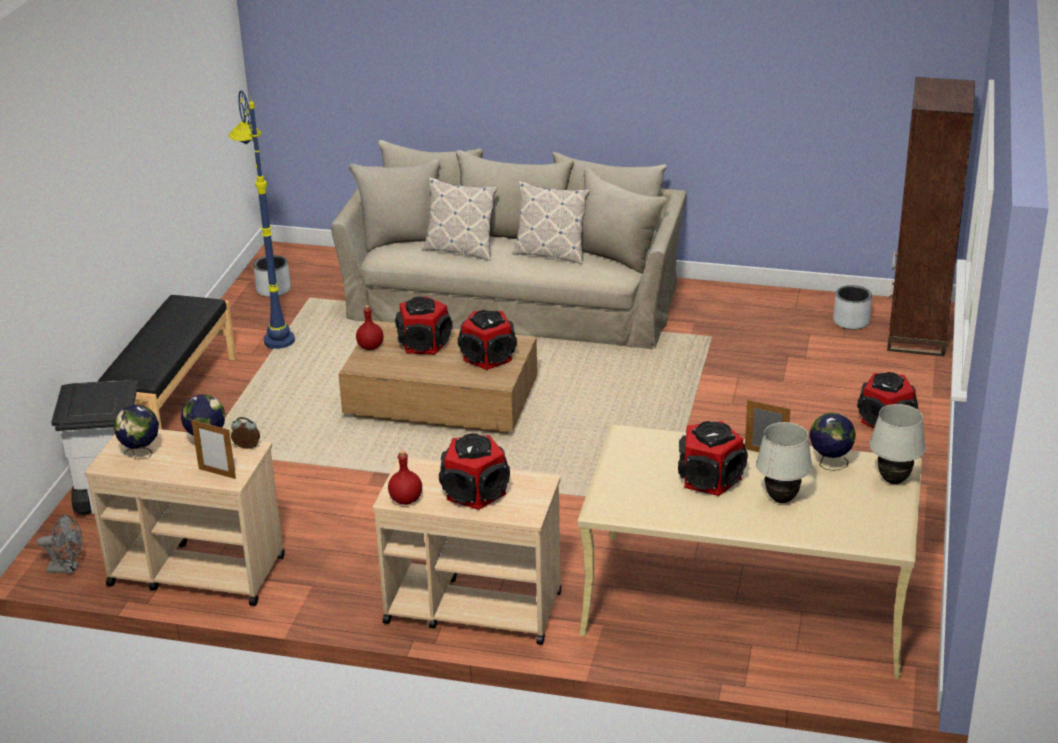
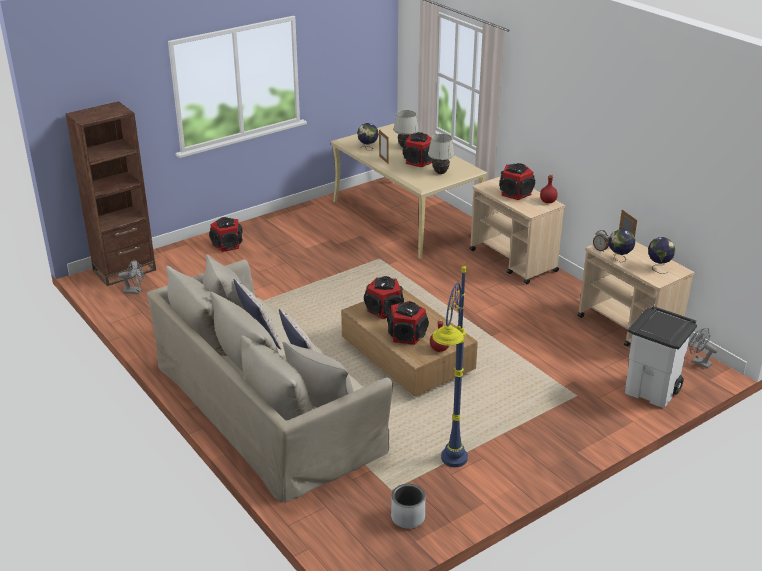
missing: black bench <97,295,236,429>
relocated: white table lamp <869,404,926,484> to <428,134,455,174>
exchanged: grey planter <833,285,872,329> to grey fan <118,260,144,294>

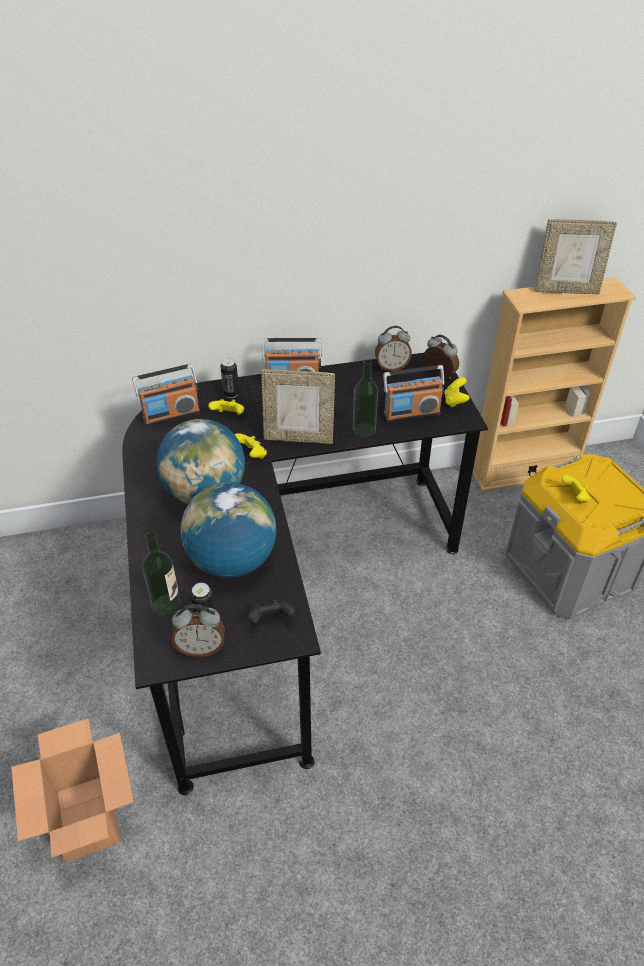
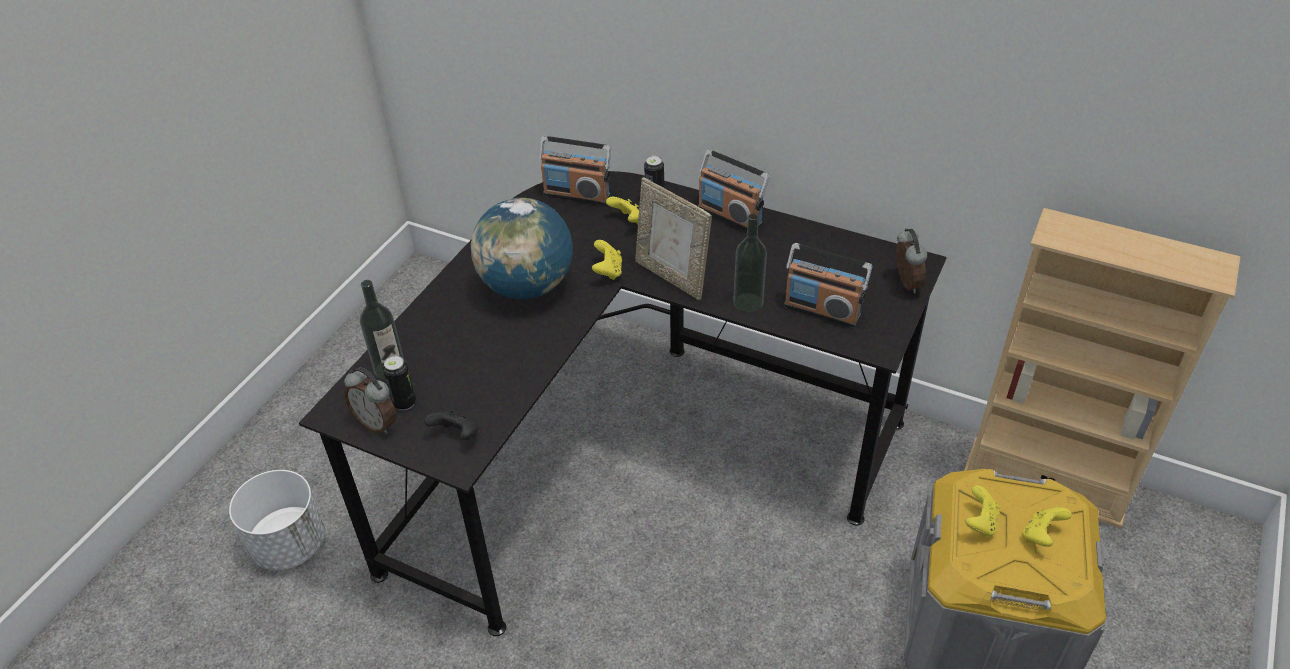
missing: picture frame <535,219,617,295>; alarm clock <375,326,412,371>; globe <180,482,277,578>
relocated: yellow game controller <444,377,470,408> to <1022,507,1072,547>
exchanged: cardboard box <11,718,134,862> to white planter <229,470,325,570>

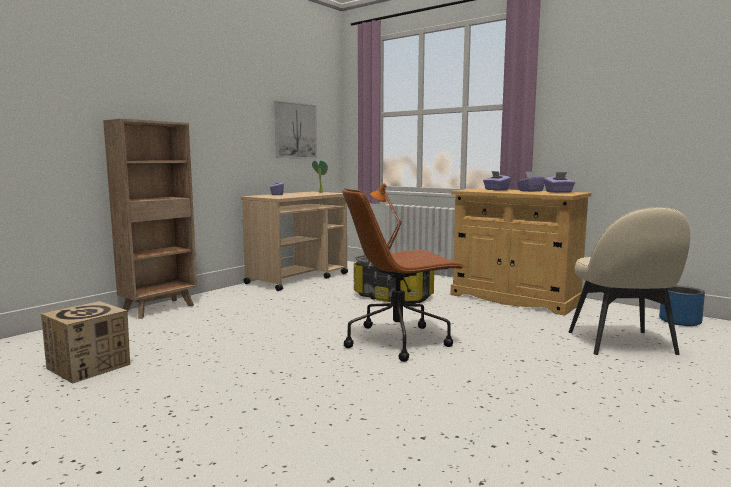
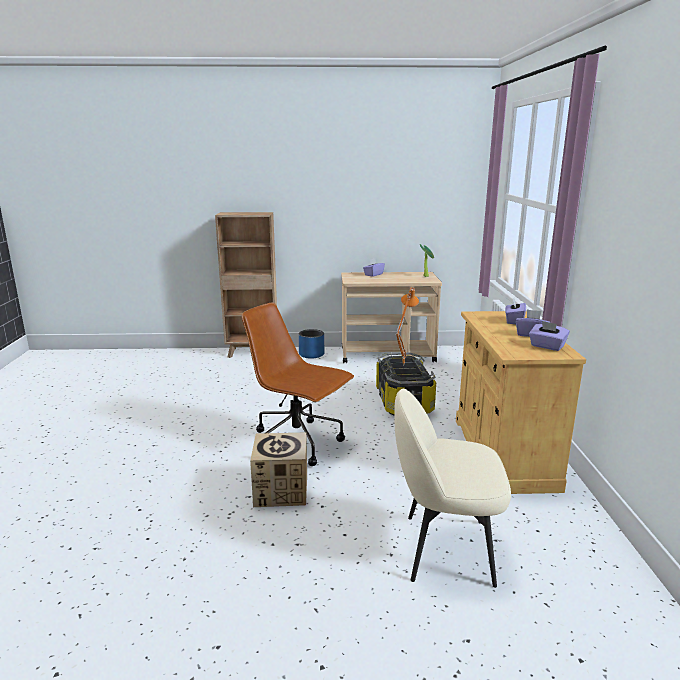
missing: picture <274,101,317,158>
relocated: blue planter <659,285,705,326> to <299,329,325,359>; cardboard box <41,301,130,383> to <250,432,307,507>
spun: beige chair <569,207,690,355> = <394,389,511,588> 45 degrees clockwise

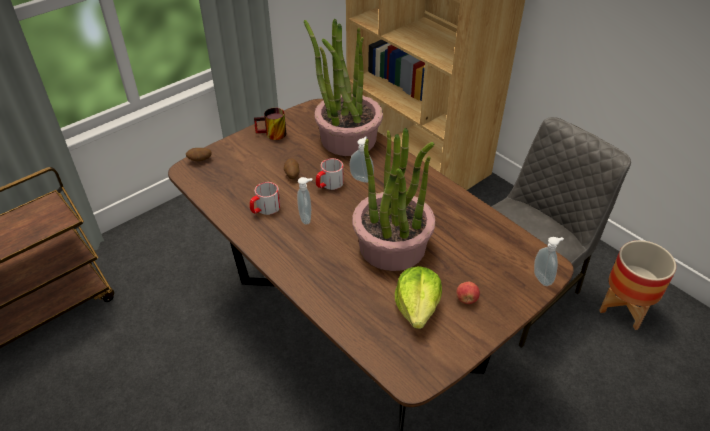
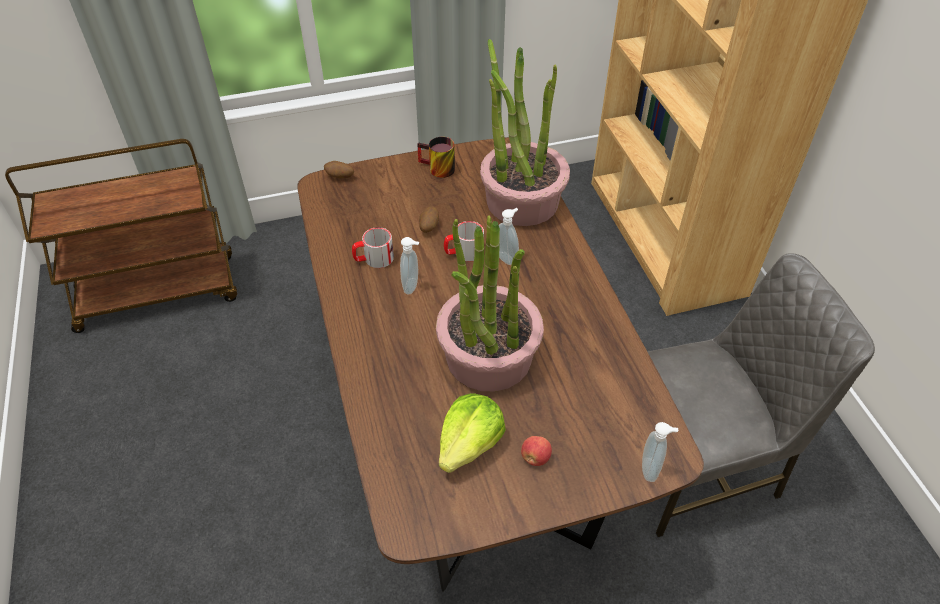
missing: planter <599,240,676,330>

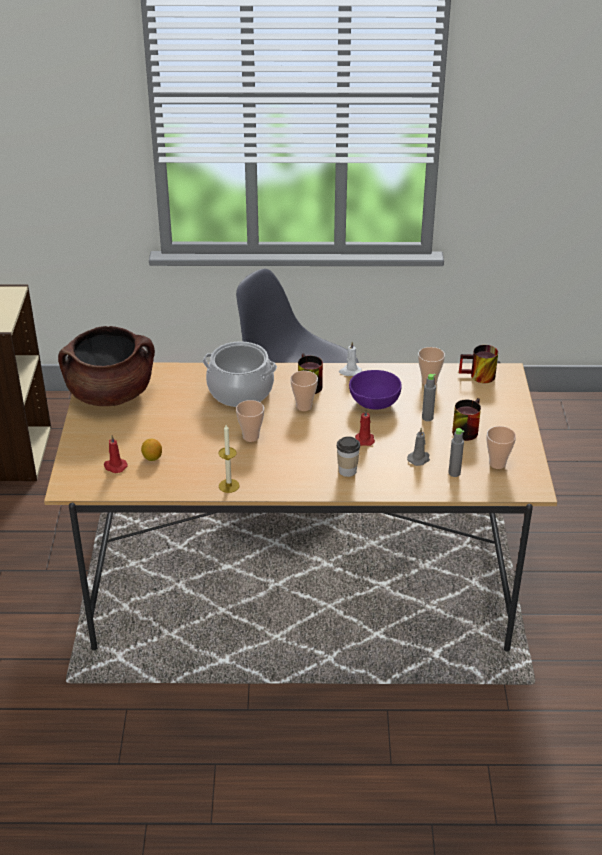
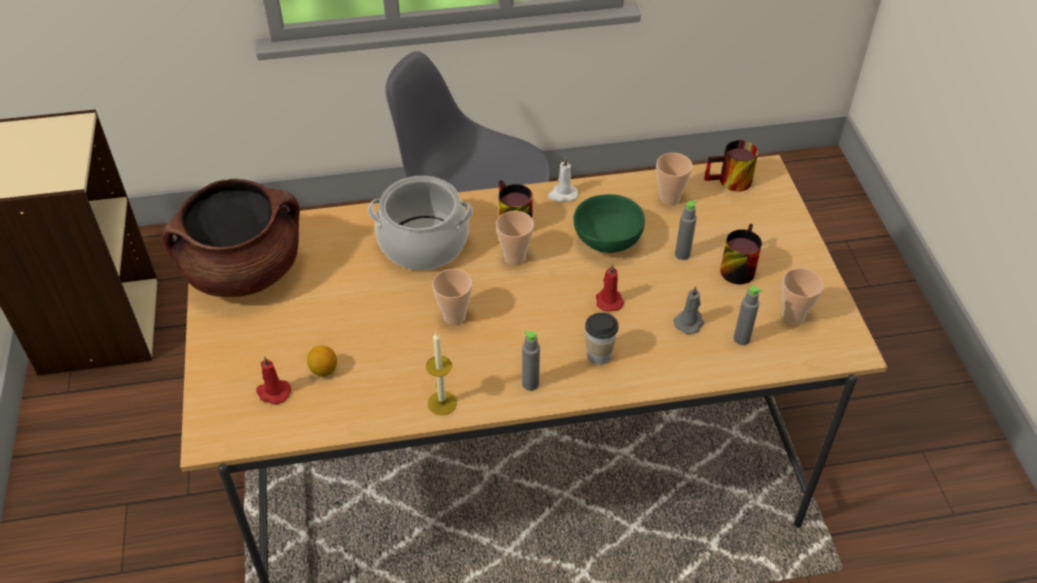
appeared: grey bottle <522,331,540,391>
colour: purple bowl <349,370,402,410> to green bowl <573,194,645,253>

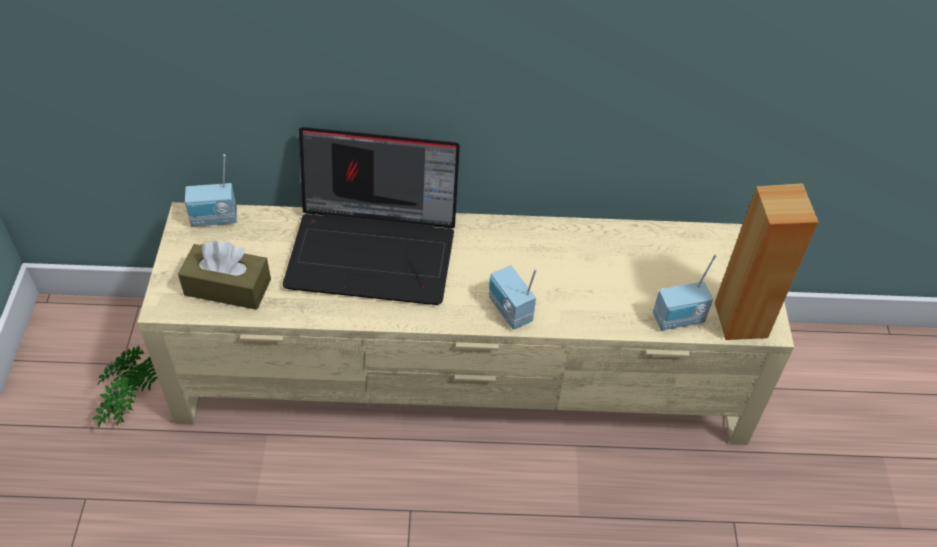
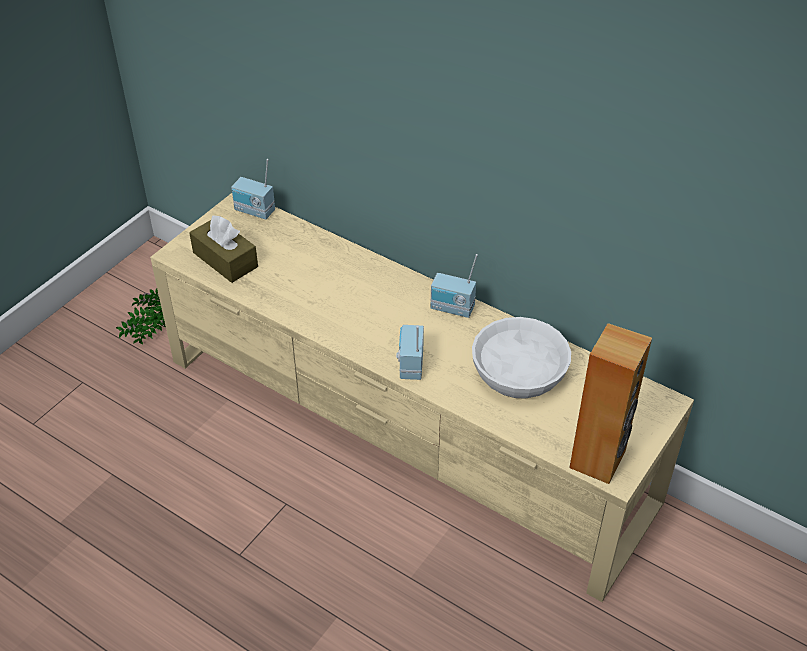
missing: laptop <283,127,460,305>
appeared: white bowl <472,317,571,399>
relocated: radio <653,254,717,330> to <430,254,478,318>

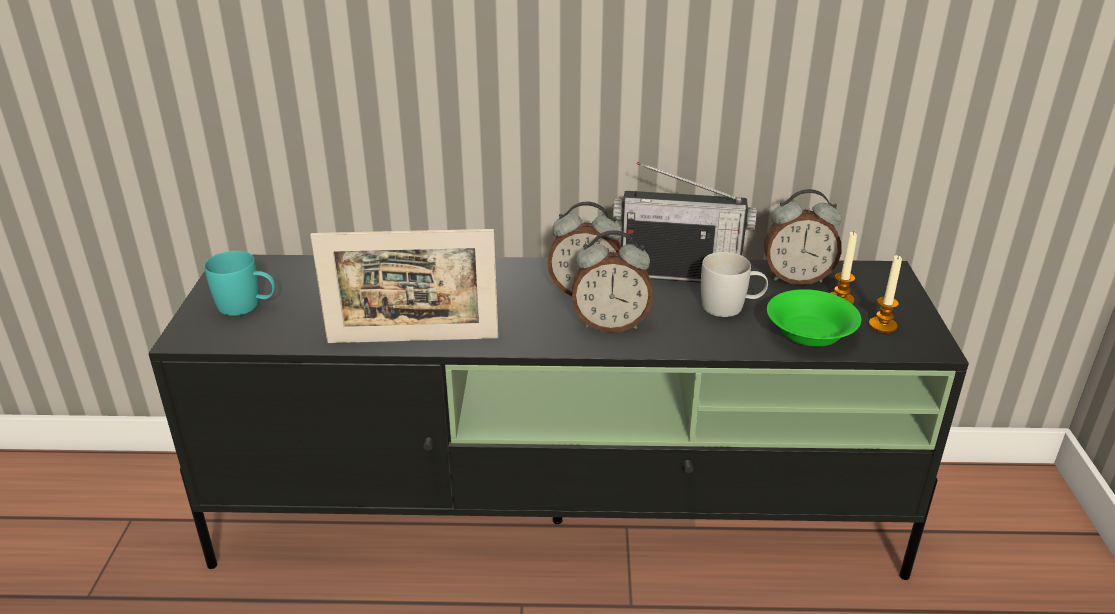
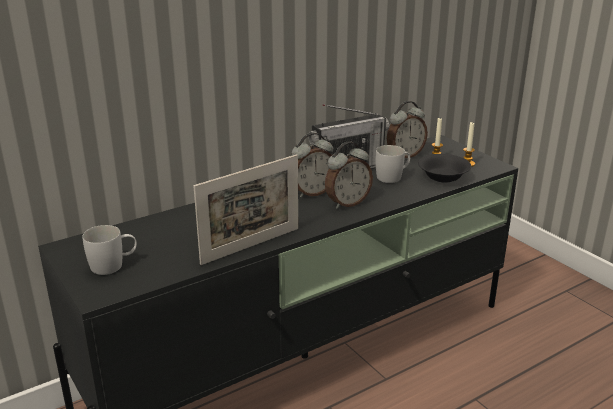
colour: turquoise mug <204,251,276,316> to white mug <82,225,137,275>; green bowl <767,289,861,347> to black bowl <418,154,471,183>

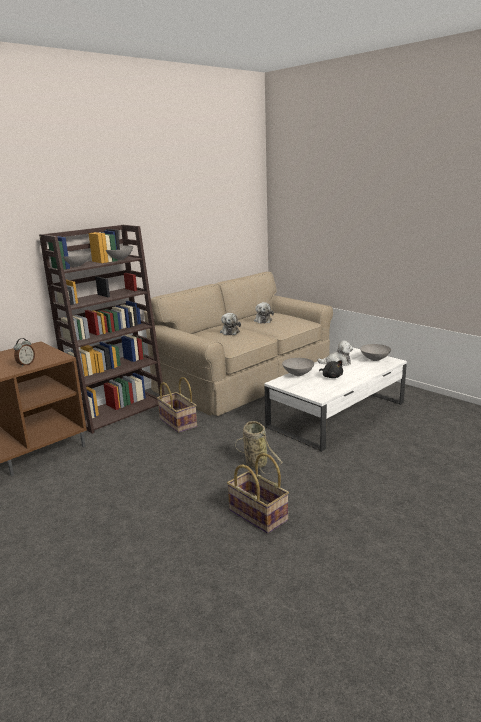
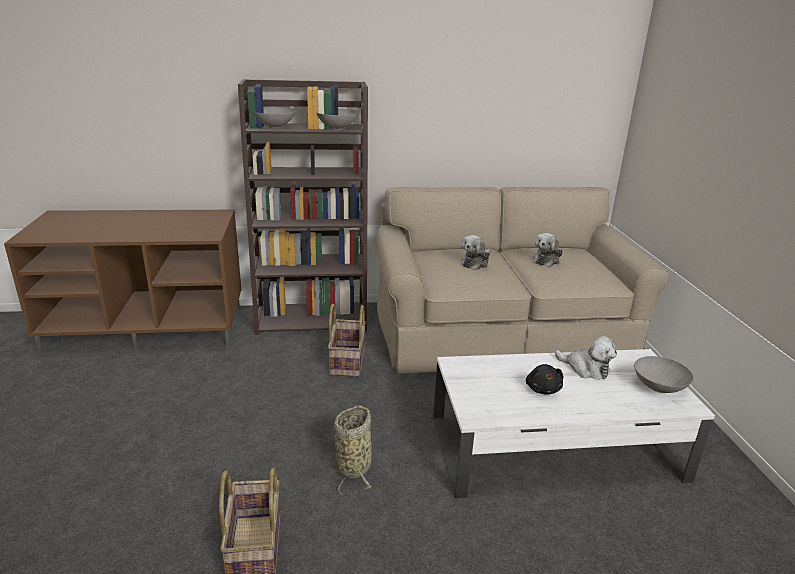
missing: alarm clock <14,338,35,367>; grey bowl <282,358,314,376>

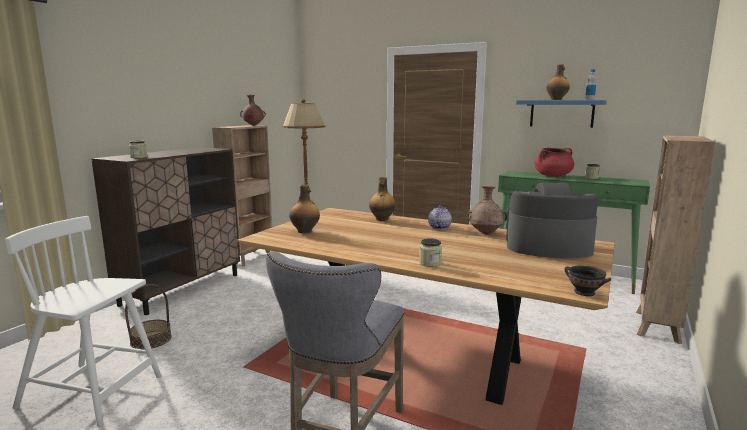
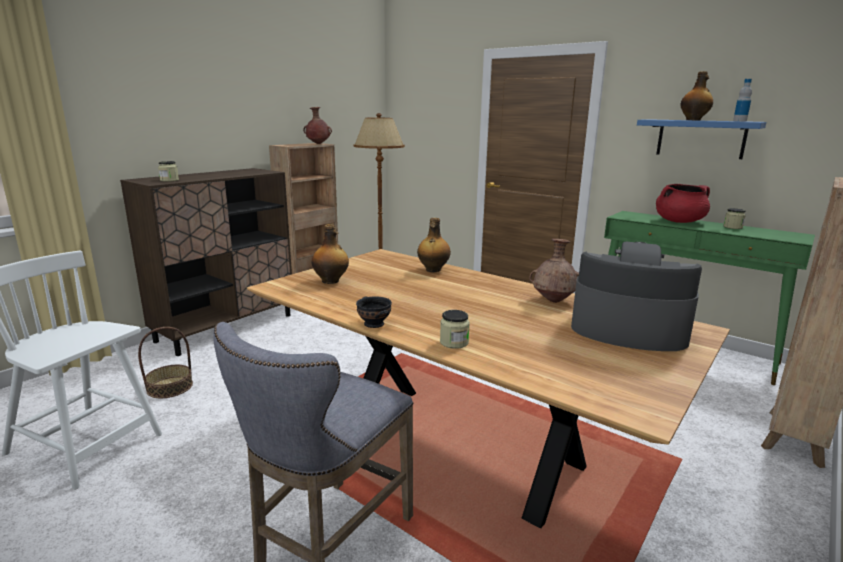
missing: teapot <428,205,452,230>
relocated: black bowl <564,266,611,296> to <356,297,392,328>

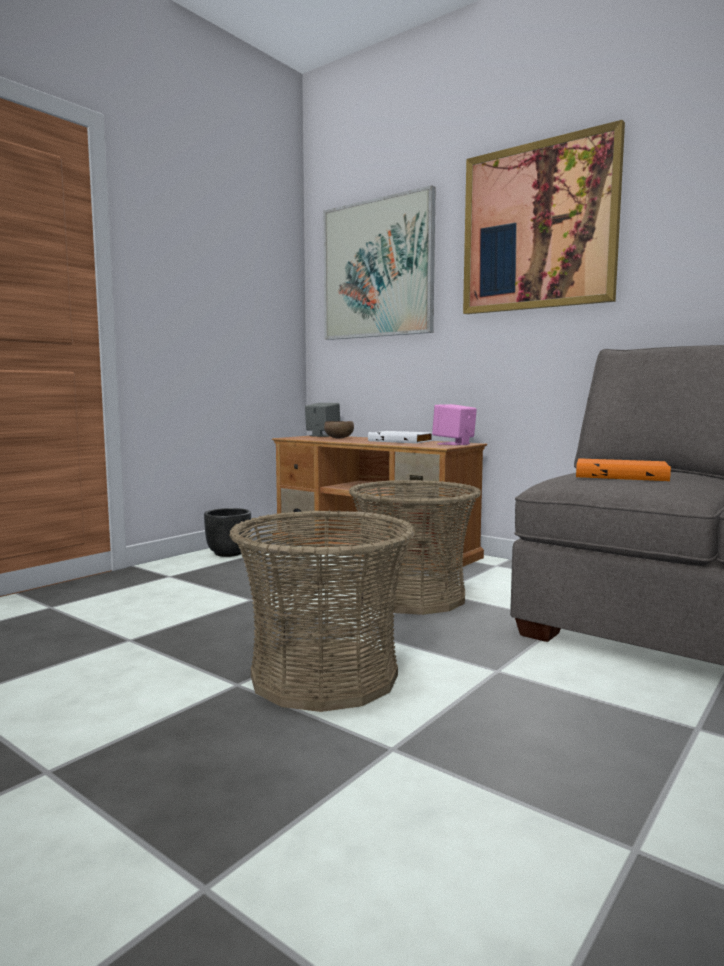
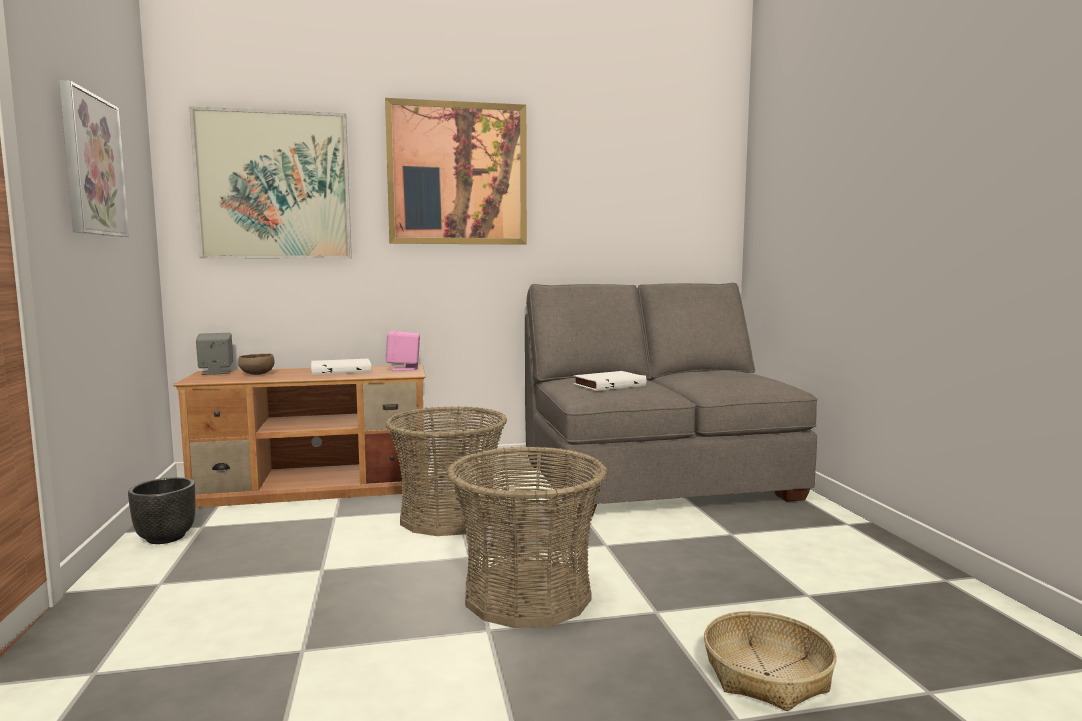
appeared: picture <59,80,129,237>; basket <704,611,837,711>
colour: orange book <576,458,671,481> to white book <573,371,646,391>

